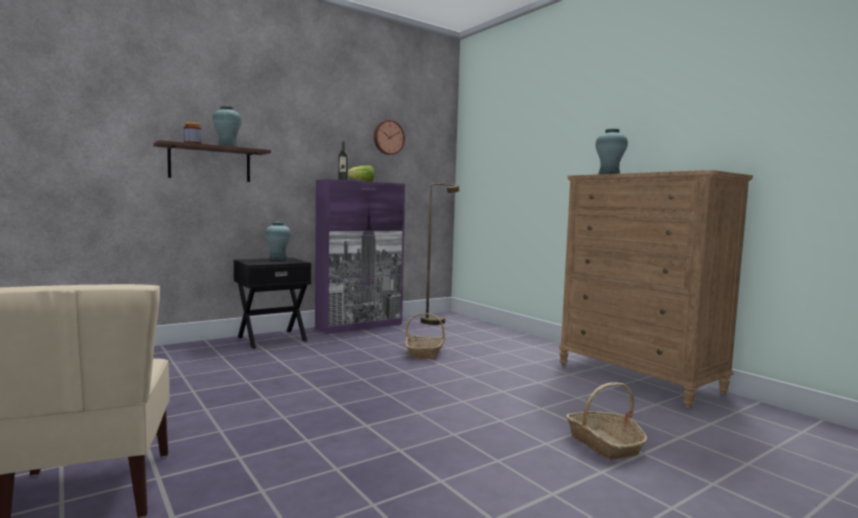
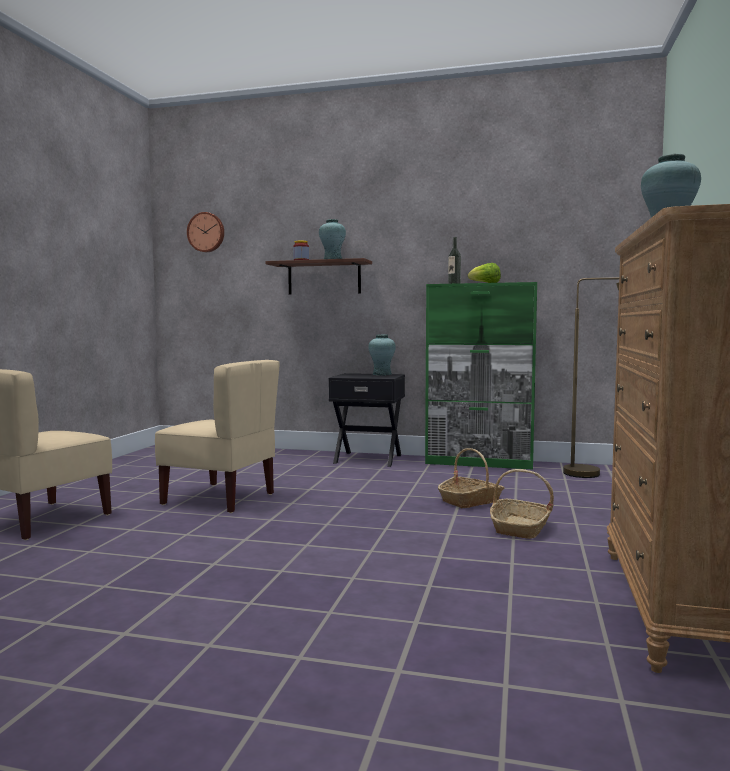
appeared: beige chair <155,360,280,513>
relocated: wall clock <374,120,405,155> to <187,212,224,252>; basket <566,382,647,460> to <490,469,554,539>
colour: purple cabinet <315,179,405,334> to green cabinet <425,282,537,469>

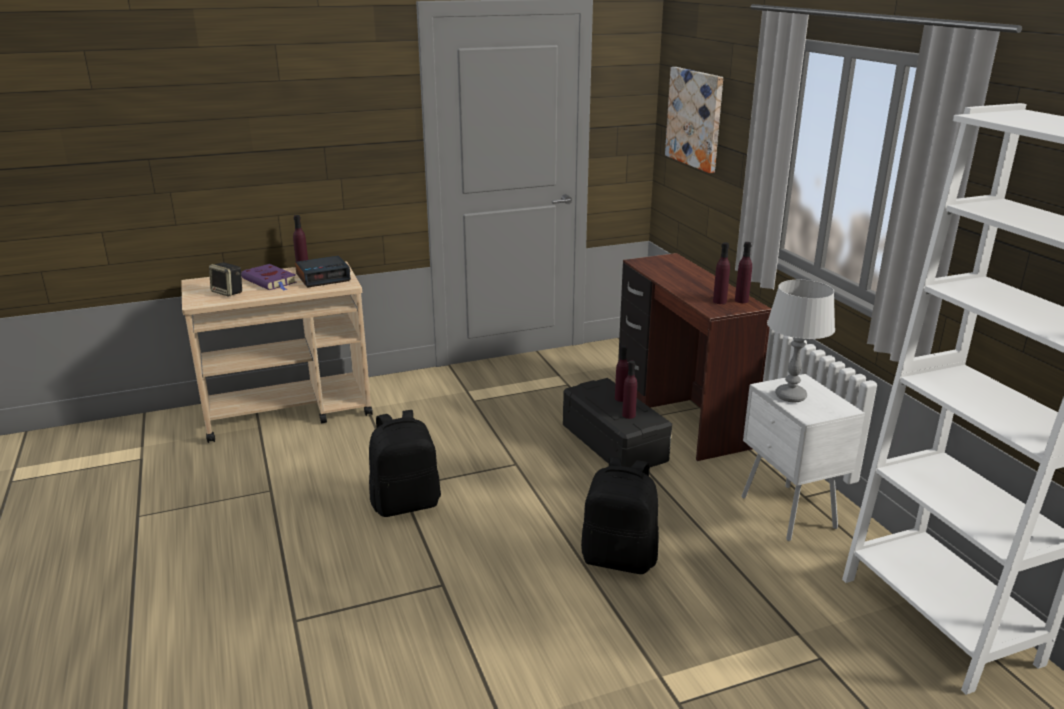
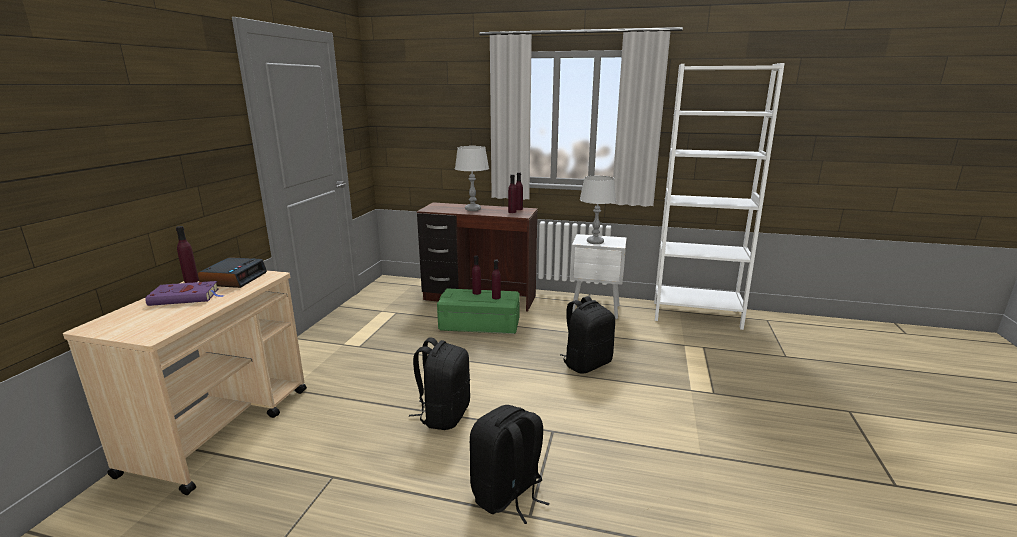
missing: picture <665,67,723,173>; speaker <209,262,242,297>
appeared: grey table lamp <455,146,489,211>; black backpack <470,405,550,524>
colour: black storage box <563,378,672,468> to green storage box <437,289,520,334>

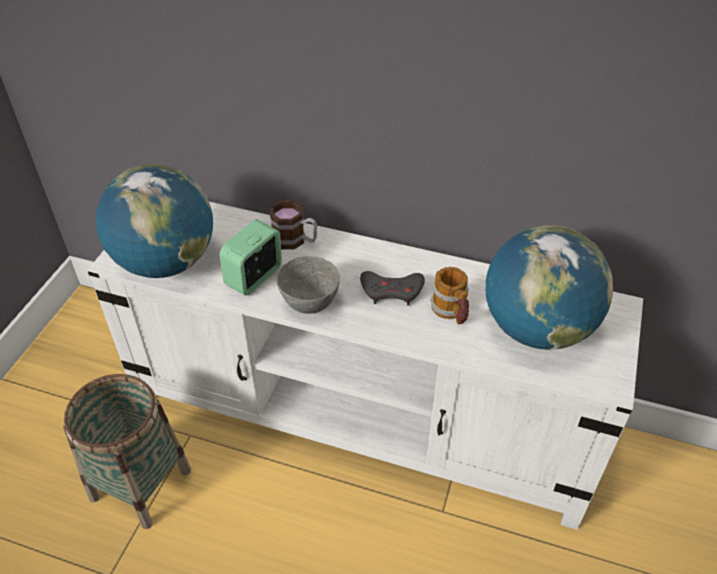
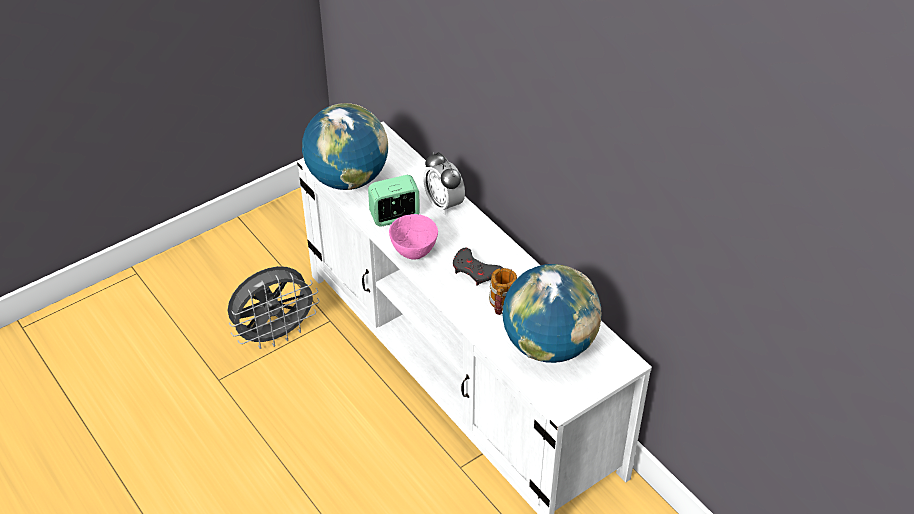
exchanged: mug <270,200,317,250> to alarm clock <423,152,465,215>; basket <63,374,191,529> to grey fan <228,266,320,349>
colour: grey bowl <276,256,340,314> to pink bowl <389,214,438,260>

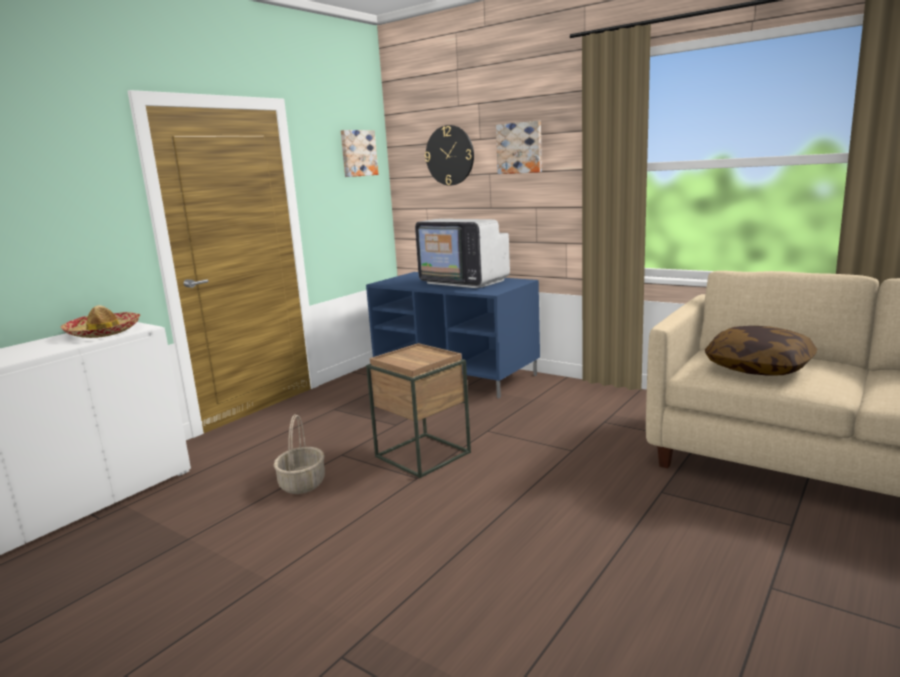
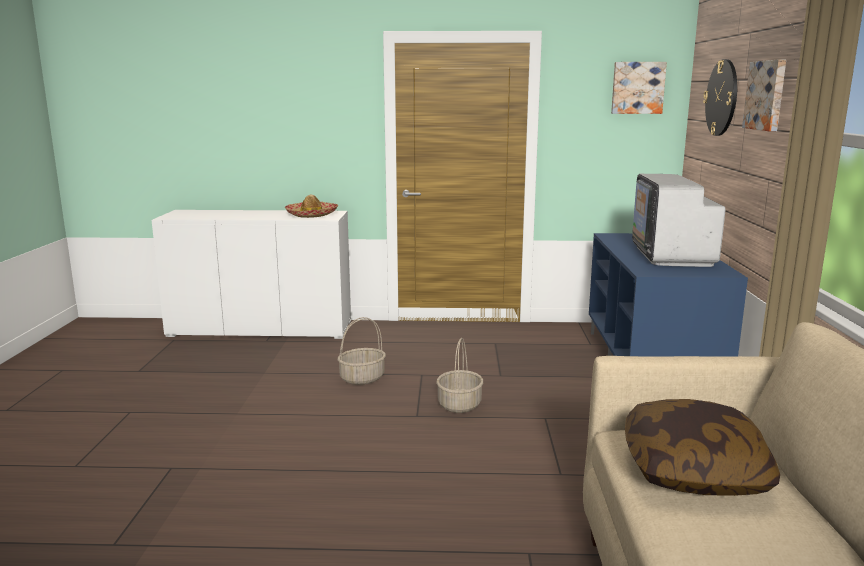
exchanged: brown side table <366,343,471,478> to basket <436,338,483,413>

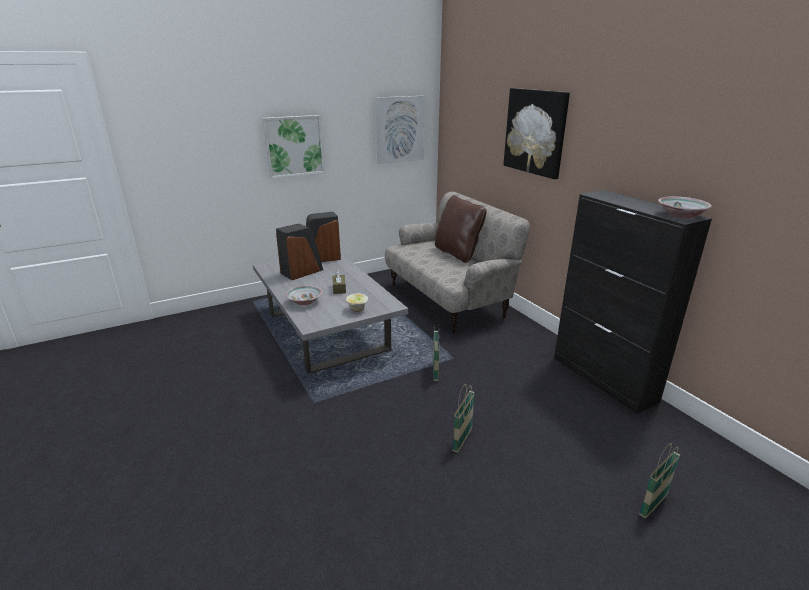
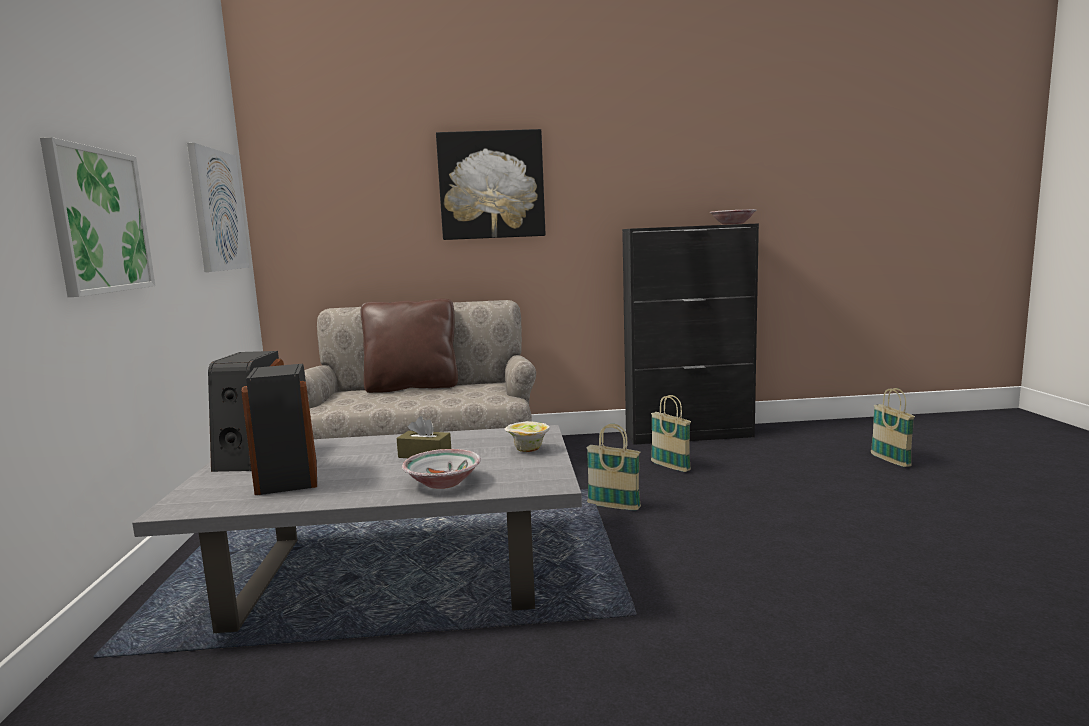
relocated: basket <452,384,475,453> to <651,395,691,472>

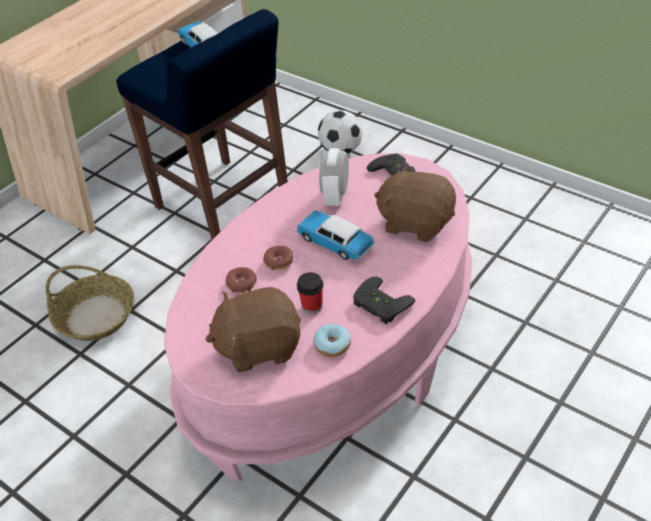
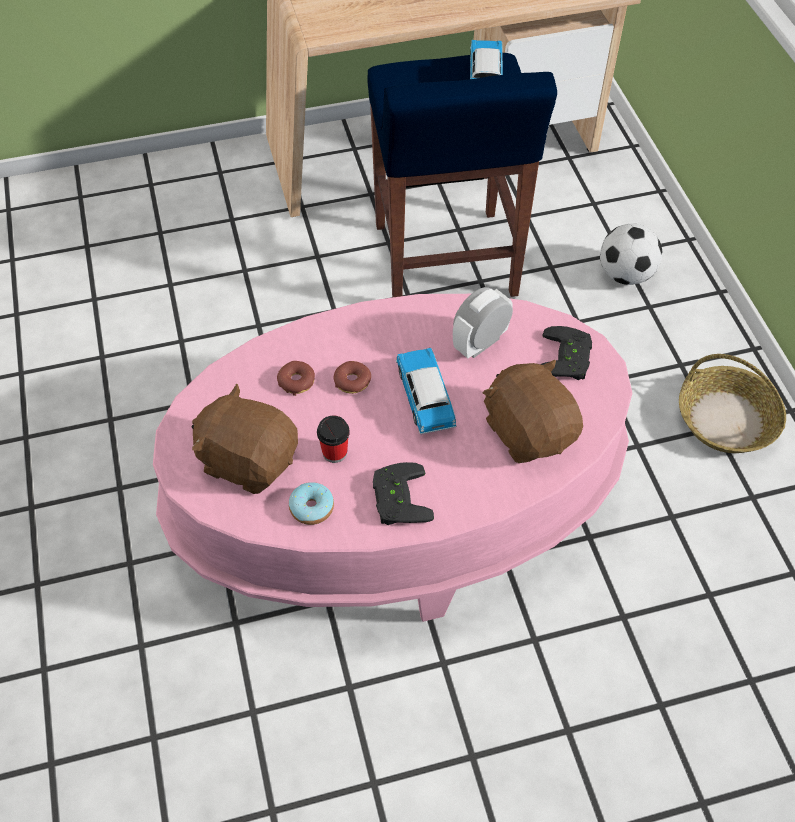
relocated: basket <46,265,134,341> to <679,354,786,453>

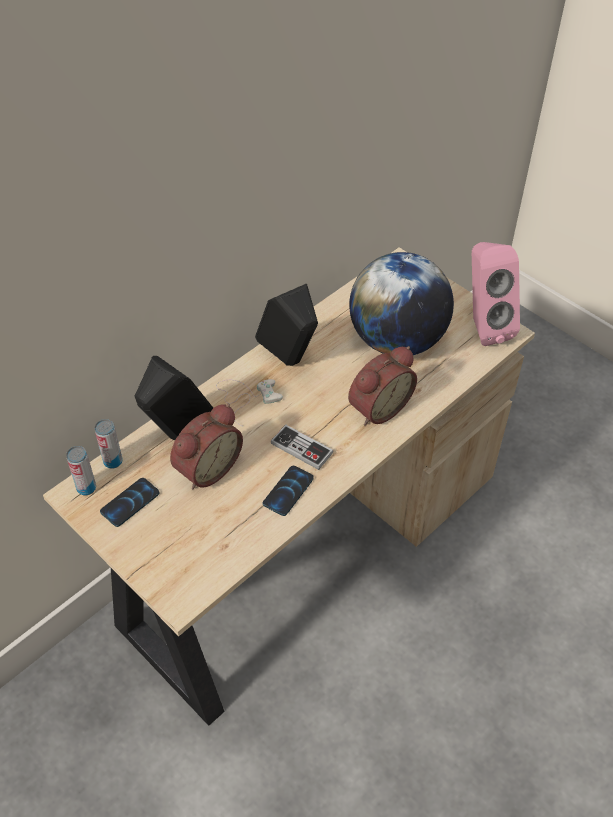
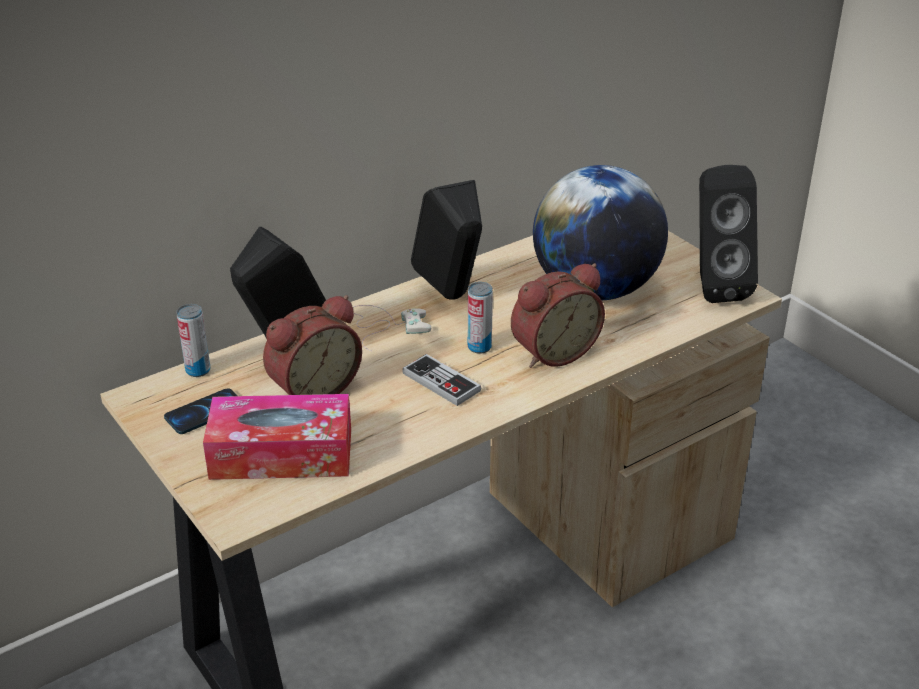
missing: phone <263,466,314,516>
appeared: tissue box <203,394,351,480>
relocated: can <66,446,96,496> to <468,282,493,354>
colour: pink speaker <472,242,520,346> to black speaker <699,165,758,303>

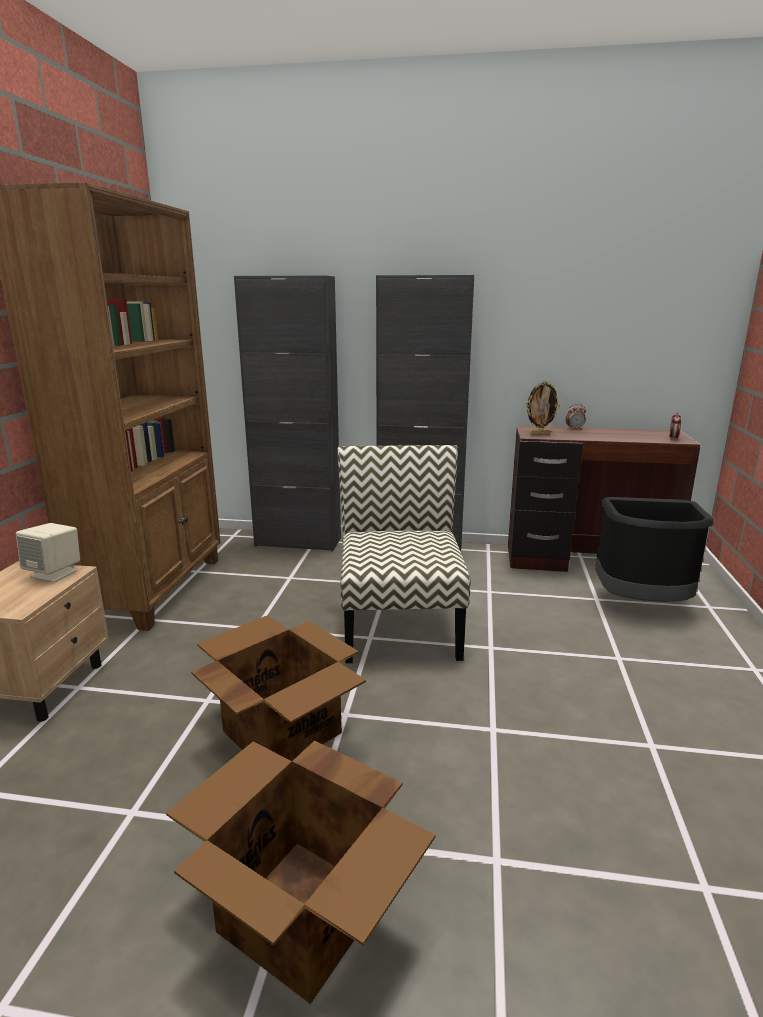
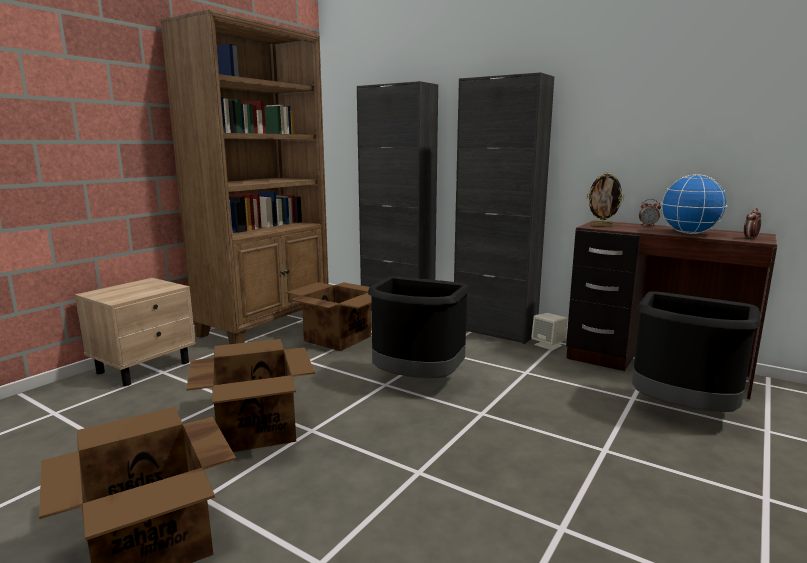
appeared: globe <661,174,727,234>; cardboard box <286,282,371,351>
relocated: beige speaker <16,523,80,582> to <531,313,568,351>
exchanged: chair <337,445,471,663> to black trash can <368,276,470,378>

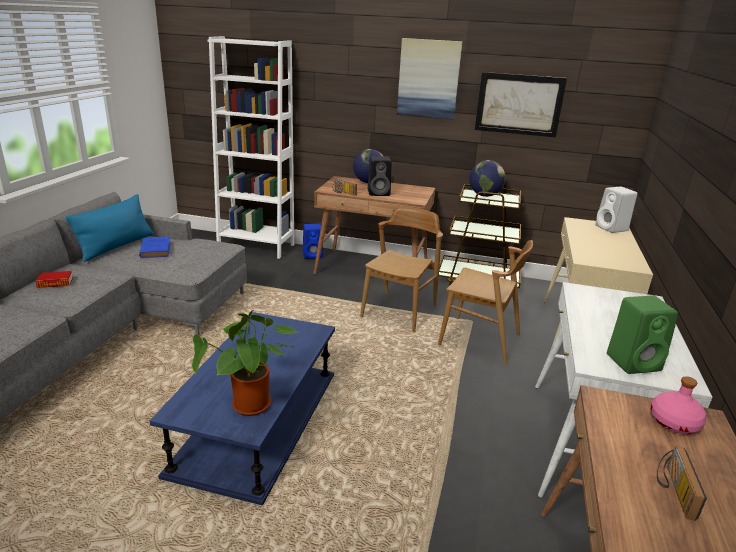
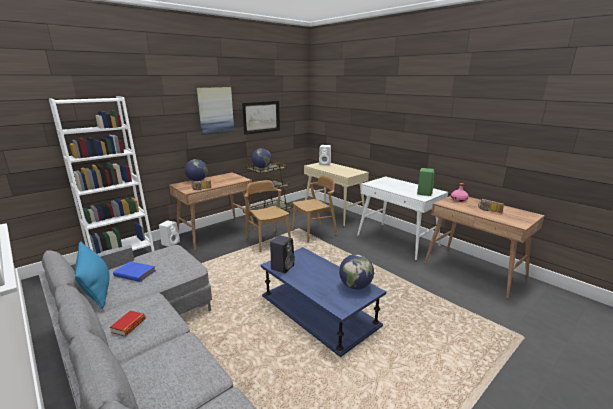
relocated: black speaker <368,156,392,196> to <270,235,295,273>
exchanged: potted plant <192,310,297,416> to globe <339,254,374,289>
colour: blue speaker <303,224,323,259> to white speaker <159,220,180,247>

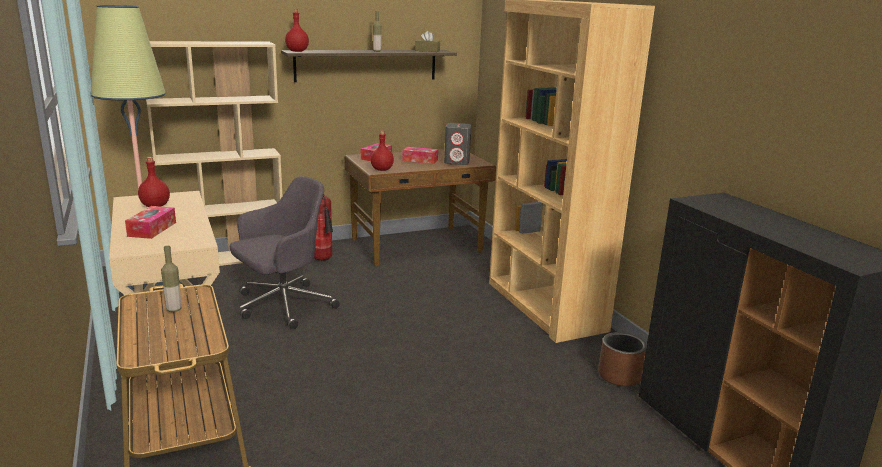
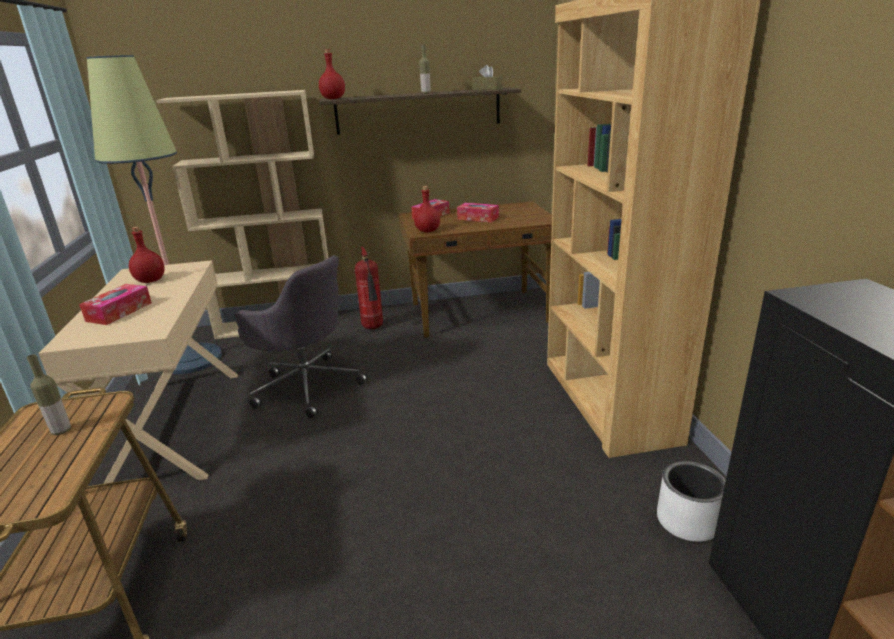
missing: grey speaker <444,123,471,165>
colour: brown planter <598,332,647,386> to white planter <657,461,726,542>
spun: grey office chair <230,176,340,329> = <234,255,368,418> 60 degrees clockwise

